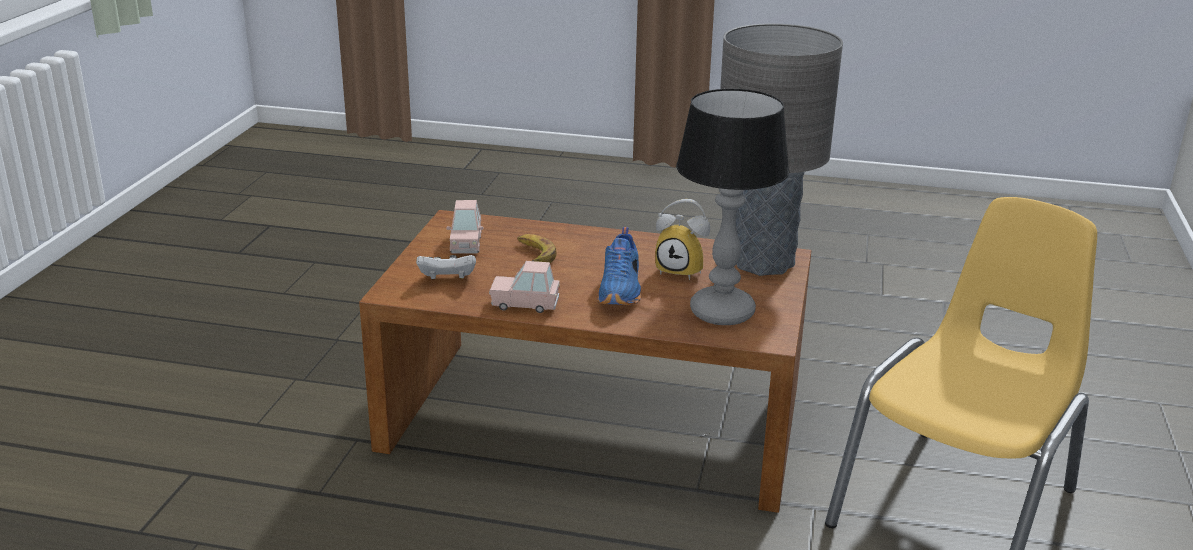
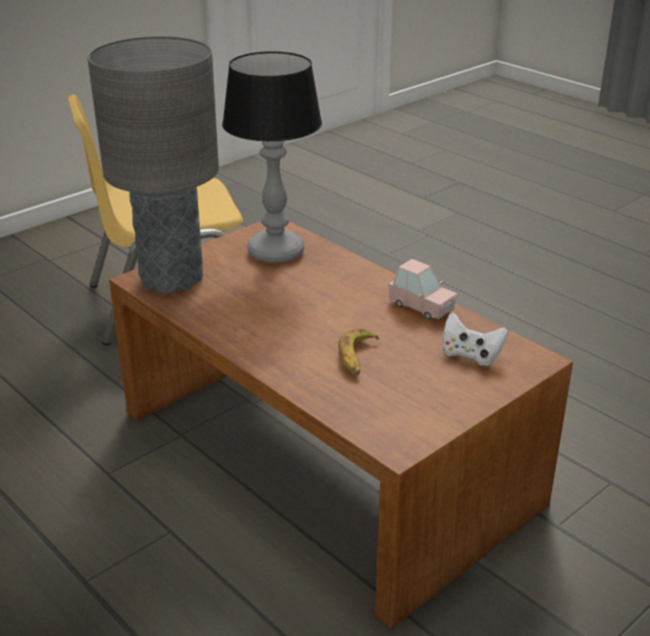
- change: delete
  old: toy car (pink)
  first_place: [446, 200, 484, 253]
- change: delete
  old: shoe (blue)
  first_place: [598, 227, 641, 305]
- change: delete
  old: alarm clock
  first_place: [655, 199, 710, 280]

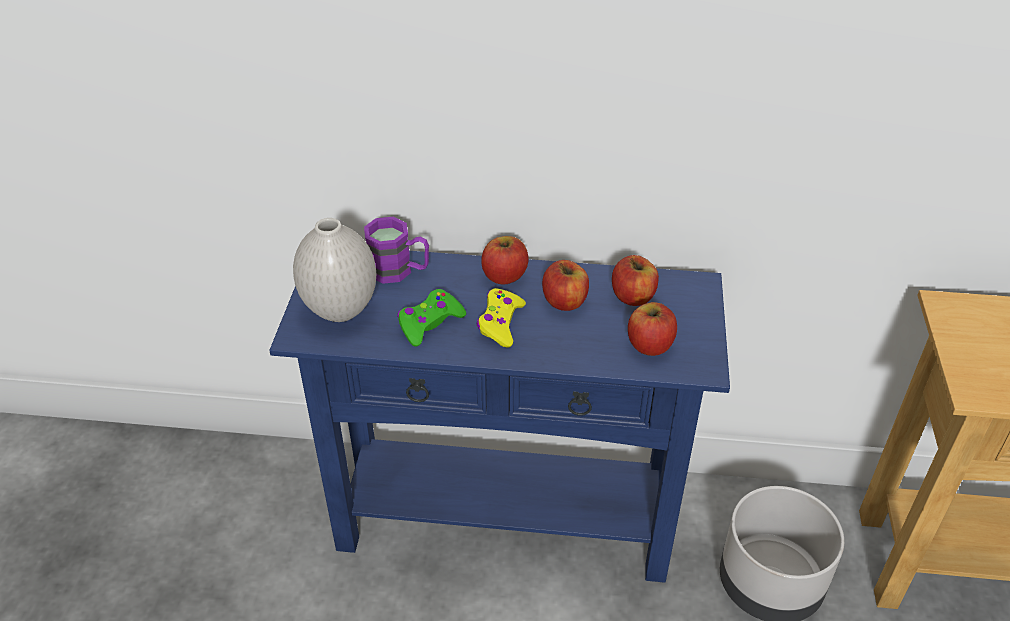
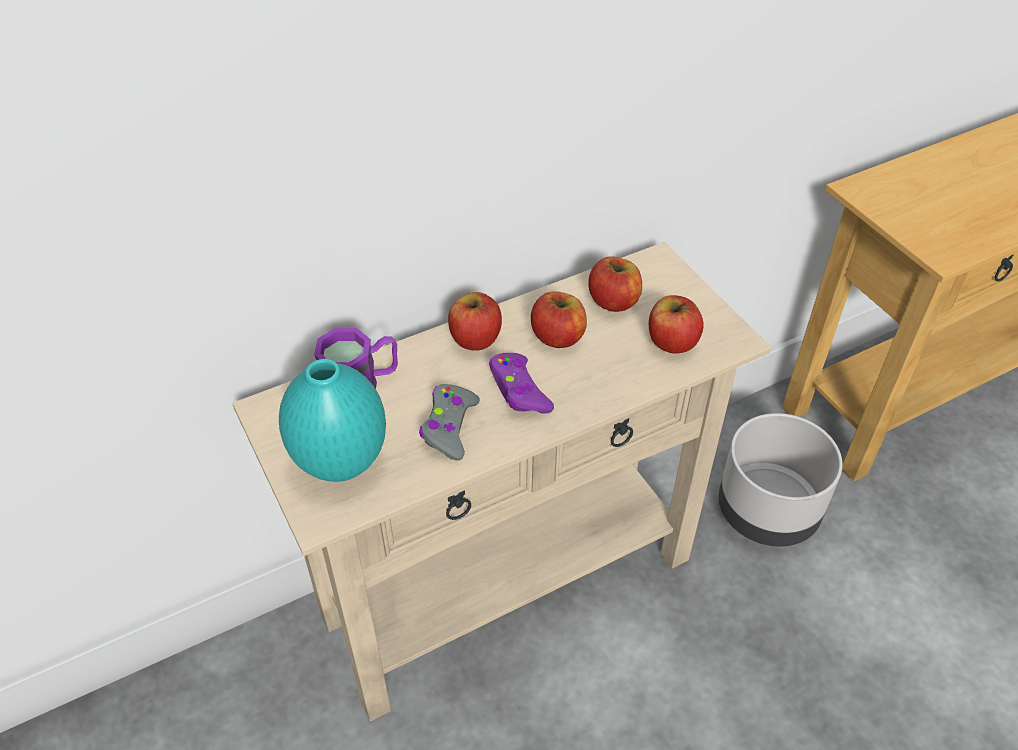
- change: recolor
  old: console table (blue)
  new: console table (beige)
  first_place: [269, 251, 730, 583]
  second_place: [232, 242, 771, 721]
- change: recolor
  old: vase (white)
  new: vase (turquoise)
  first_place: [293, 218, 377, 322]
  second_place: [279, 359, 386, 482]
- change: recolor
  old: game controller (green)
  new: game controller (grey)
  first_place: [397, 289, 466, 347]
  second_place: [419, 384, 480, 460]
- change: recolor
  old: game controller (yellow)
  new: game controller (purple)
  first_place: [477, 288, 526, 348]
  second_place: [489, 353, 554, 414]

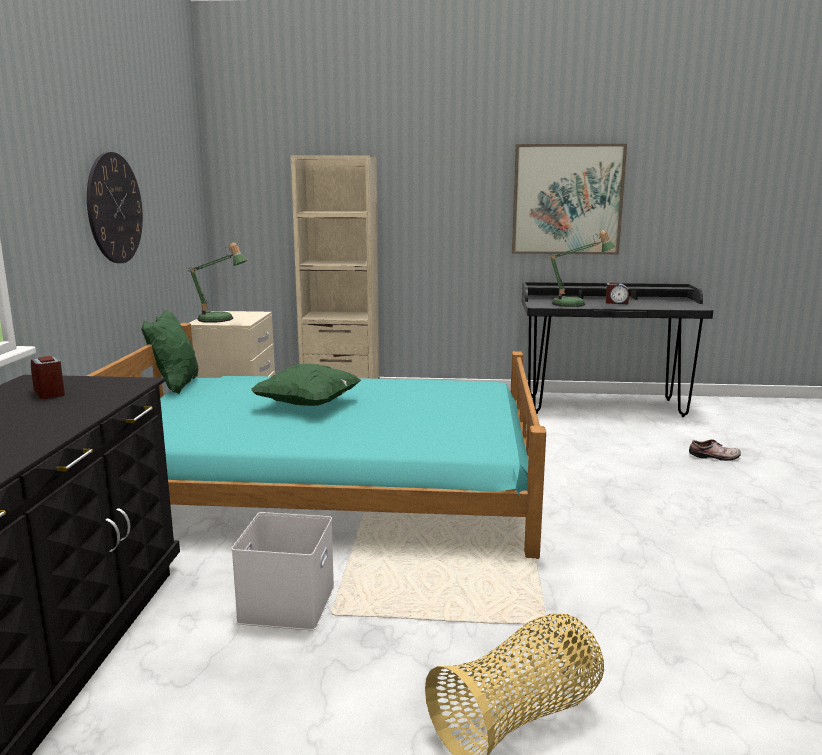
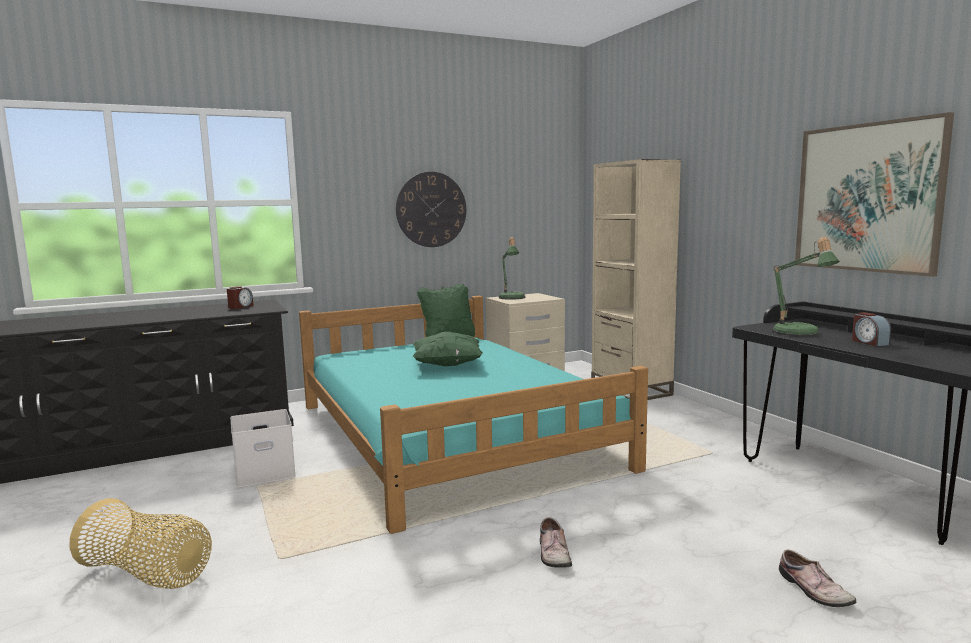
- change: insert
  new: shoe
  second_place: [540, 517, 572, 568]

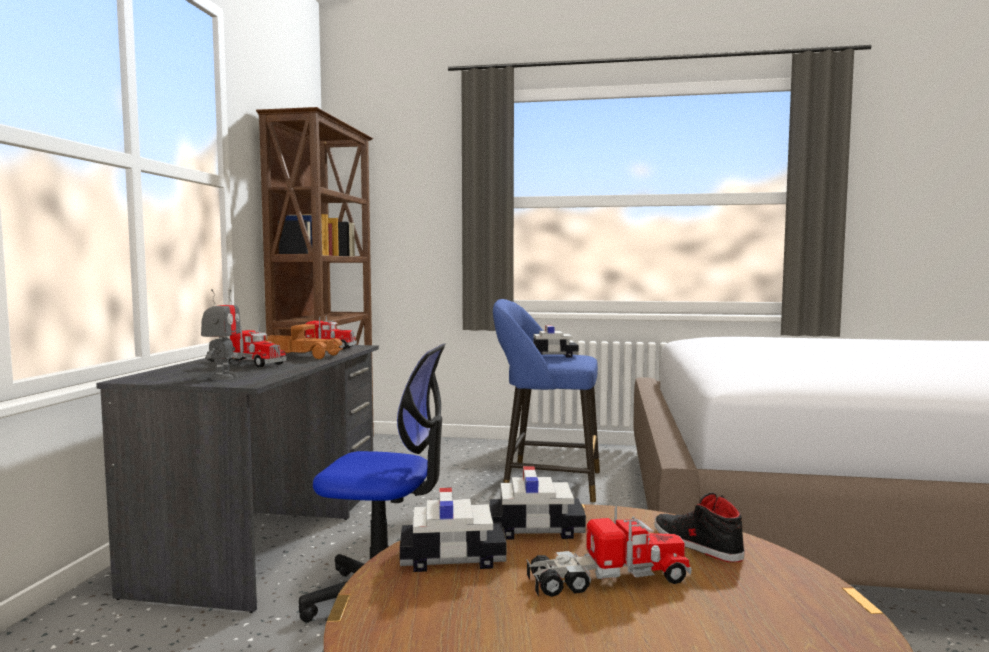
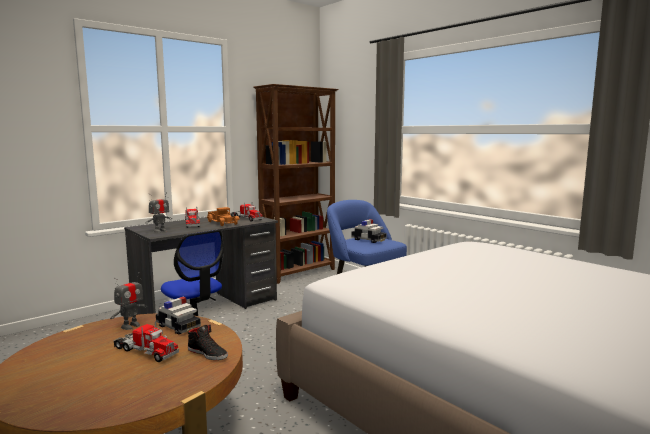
- change: replace
  old: toy car
  new: toy robot
  first_place: [400, 487, 507, 572]
  second_place: [110, 274, 147, 330]
- change: rotate
  old: shoe (black)
  first_place: [654, 492, 745, 562]
  second_place: [188, 325, 228, 360]
  degrees: 120

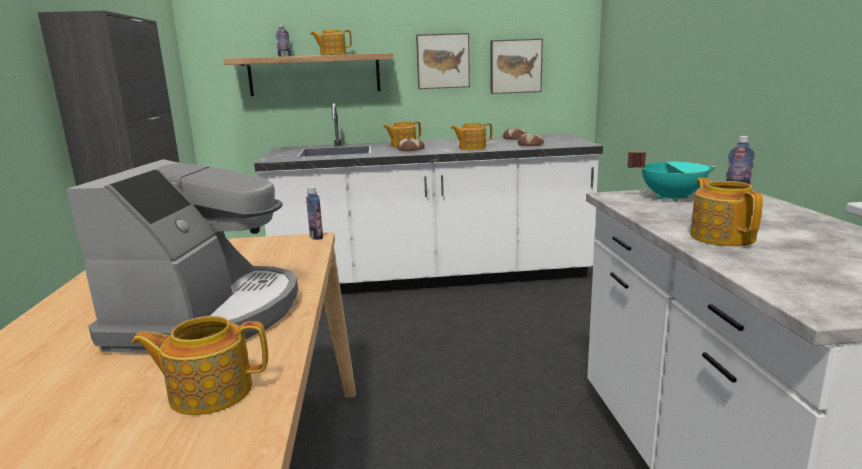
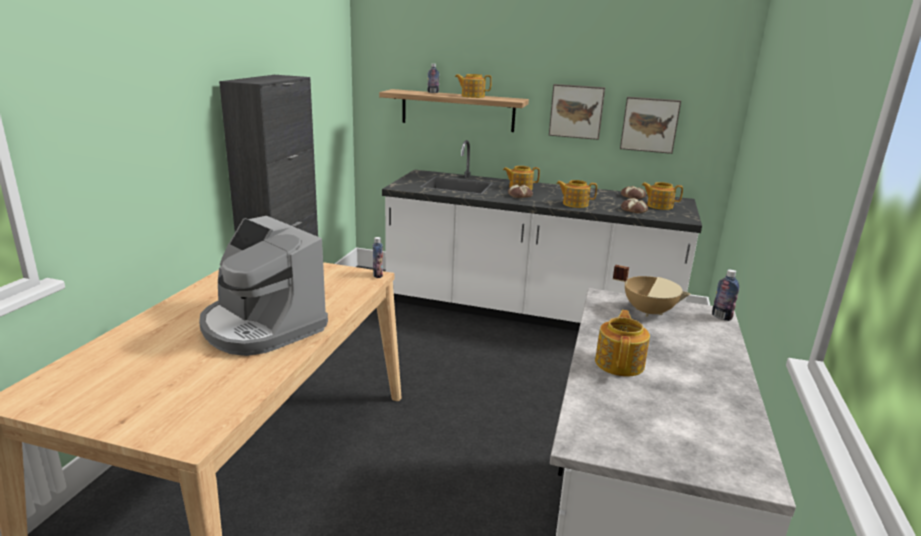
- change: rotate
  old: coffee machine
  first_place: [66, 159, 298, 353]
  second_place: [199, 216, 328, 356]
  degrees: 105
- change: move
  old: teapot
  first_place: [131, 316, 268, 415]
  second_place: [642, 182, 683, 210]
- change: recolor
  old: cooking pot (turquoise)
  new: cooking pot (beige)
  first_place: [627, 152, 717, 202]
  second_place: [613, 265, 690, 317]

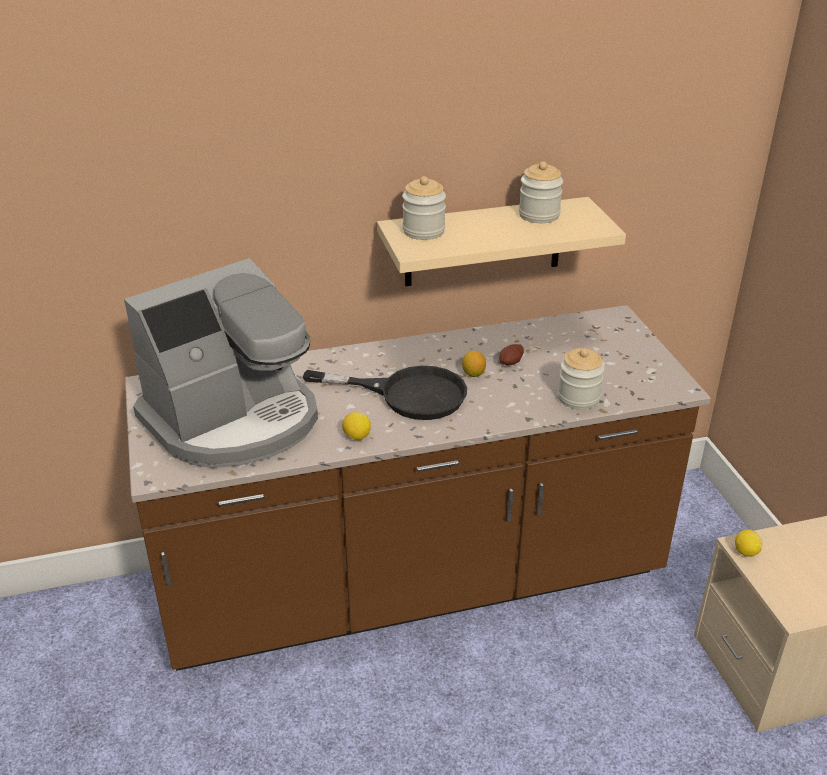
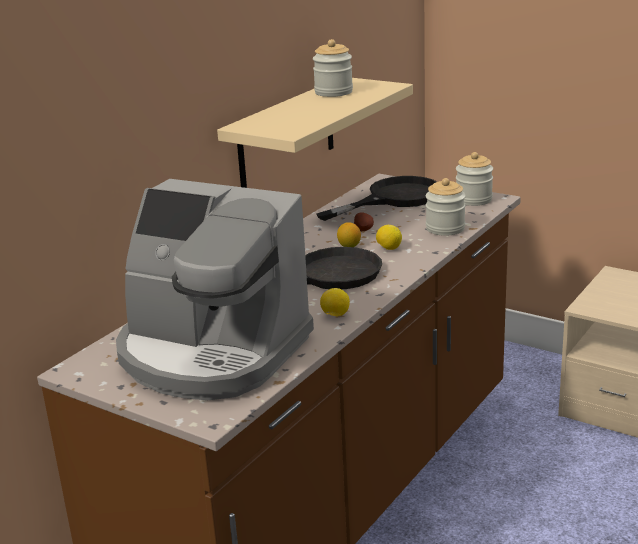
- change: rotate
  old: coffee machine
  first_place: [124, 258, 318, 468]
  second_place: [116, 179, 314, 400]
  degrees: 105
- change: move
  old: jar
  first_place: [402, 176, 446, 240]
  second_place: [456, 152, 493, 206]
- change: move
  old: lemon
  first_place: [735, 529, 762, 557]
  second_place: [376, 225, 402, 250]
- change: insert
  new: frying pan (black)
  second_place: [316, 176, 437, 221]

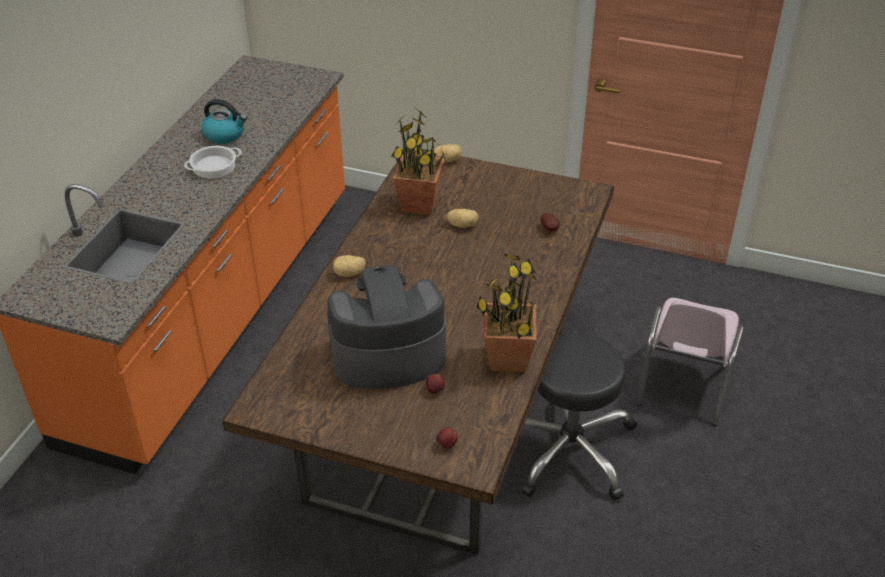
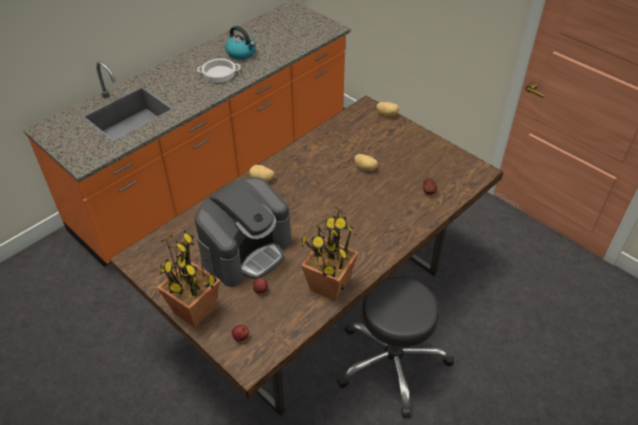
- change: rotate
  old: coffee machine
  first_place: [327, 265, 446, 389]
  second_place: [195, 177, 291, 287]
  degrees: 120
- change: move
  old: potted plant
  first_place: [391, 110, 446, 215]
  second_place: [157, 231, 220, 327]
- change: delete
  old: chair (pink)
  first_place: [636, 298, 744, 426]

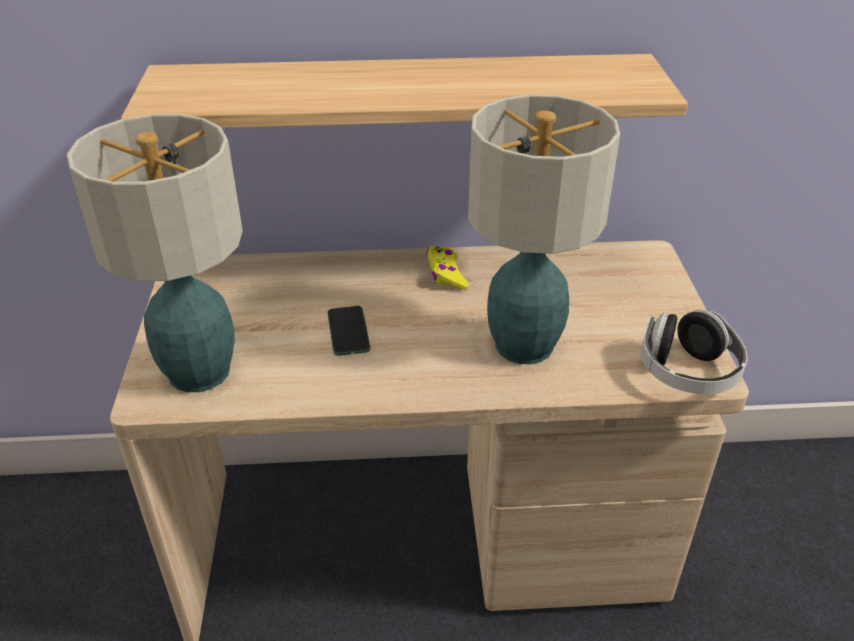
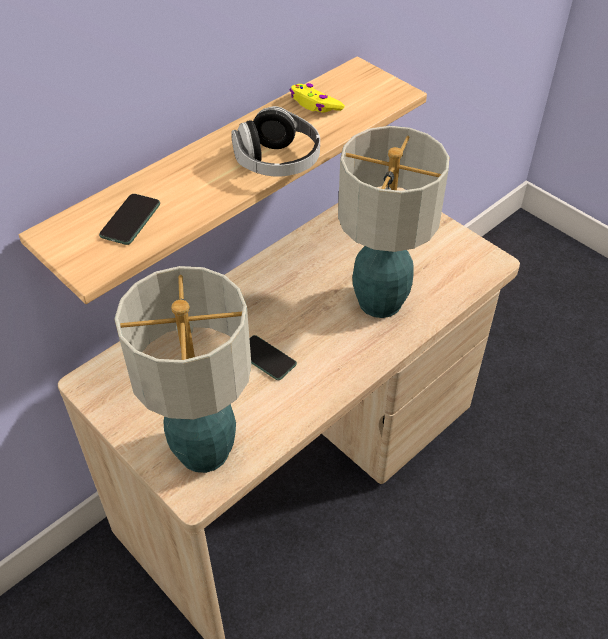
- change: move
  old: game controller (yellow)
  first_place: [427, 246, 468, 290]
  second_place: [290, 83, 345, 113]
- change: move
  old: headphones
  first_place: [640, 310, 748, 394]
  second_place: [231, 106, 320, 177]
- change: insert
  new: phone
  second_place: [99, 194, 160, 245]

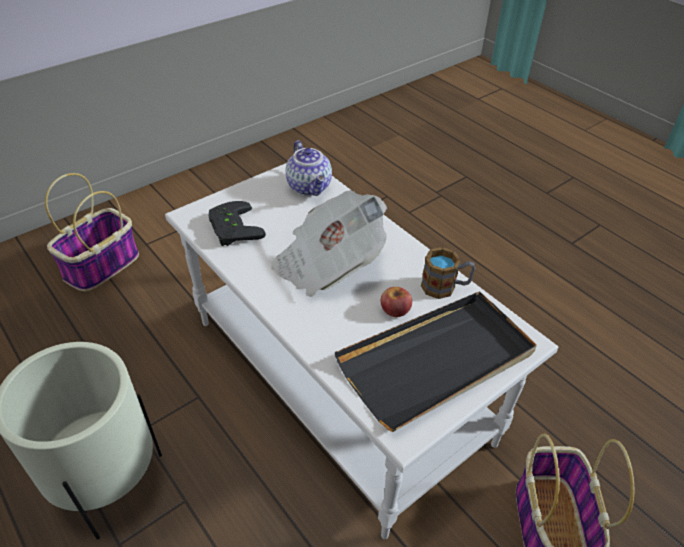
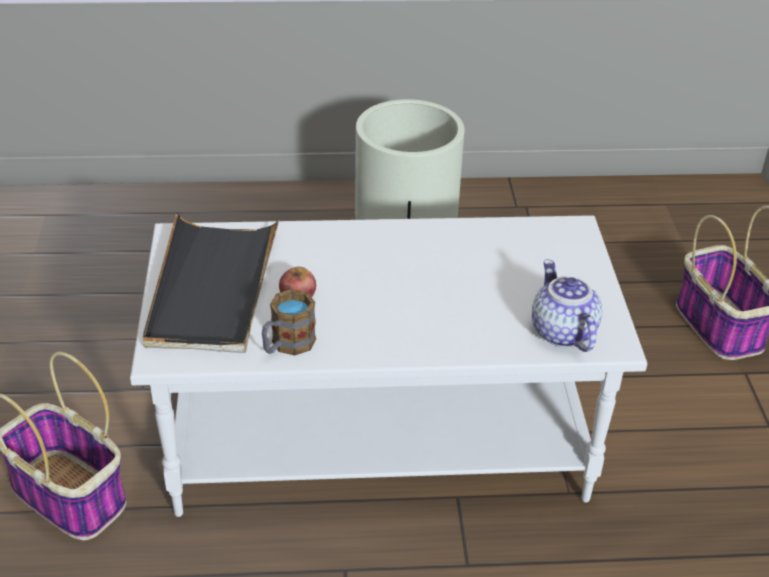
- change: delete
  old: game controller (black)
  first_place: [209, 201, 266, 246]
- change: delete
  old: newspaper
  first_place: [271, 190, 387, 297]
- change: rotate
  old: teapot
  first_place: [286, 140, 332, 196]
  second_place: [532, 259, 602, 352]
  degrees: 60

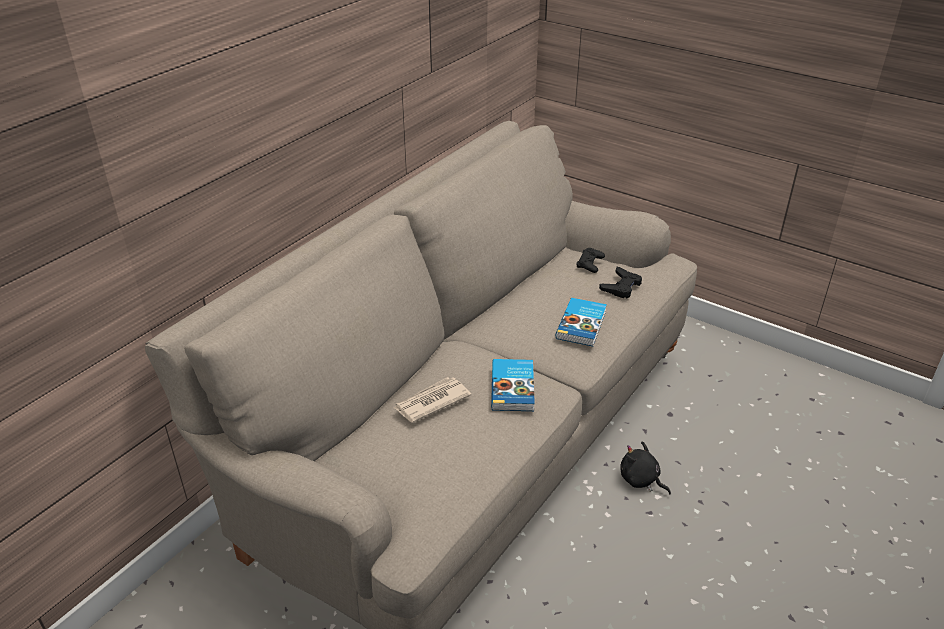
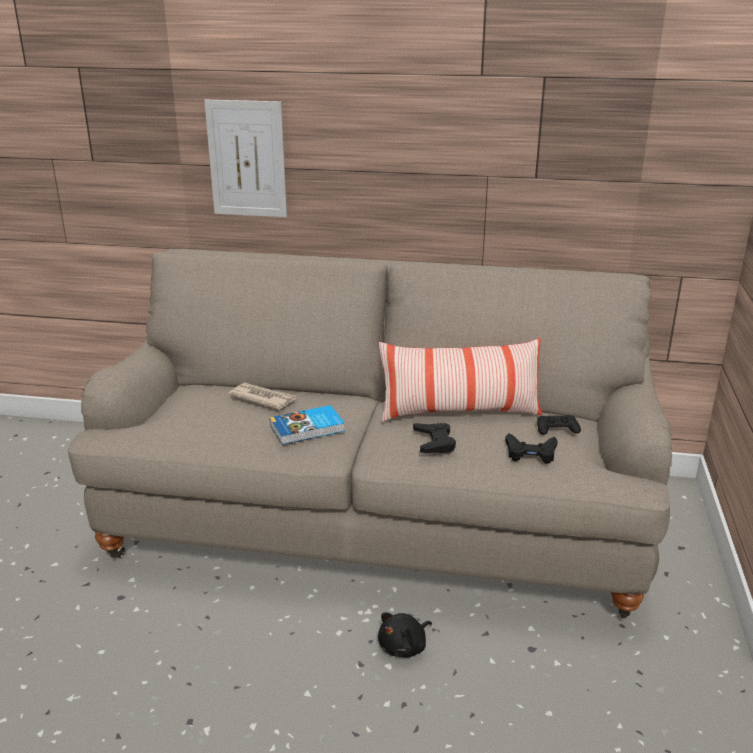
- change: replace
  old: book
  new: game controller (black)
  first_place: [556, 298, 607, 346]
  second_place: [413, 423, 456, 453]
- change: rotate
  old: plush toy (black)
  first_place: [620, 441, 671, 495]
  second_place: [378, 612, 432, 657]
  degrees: -150
- change: insert
  new: picture
  second_place: [204, 100, 287, 217]
- change: insert
  new: pillow
  second_place: [379, 338, 542, 422]

